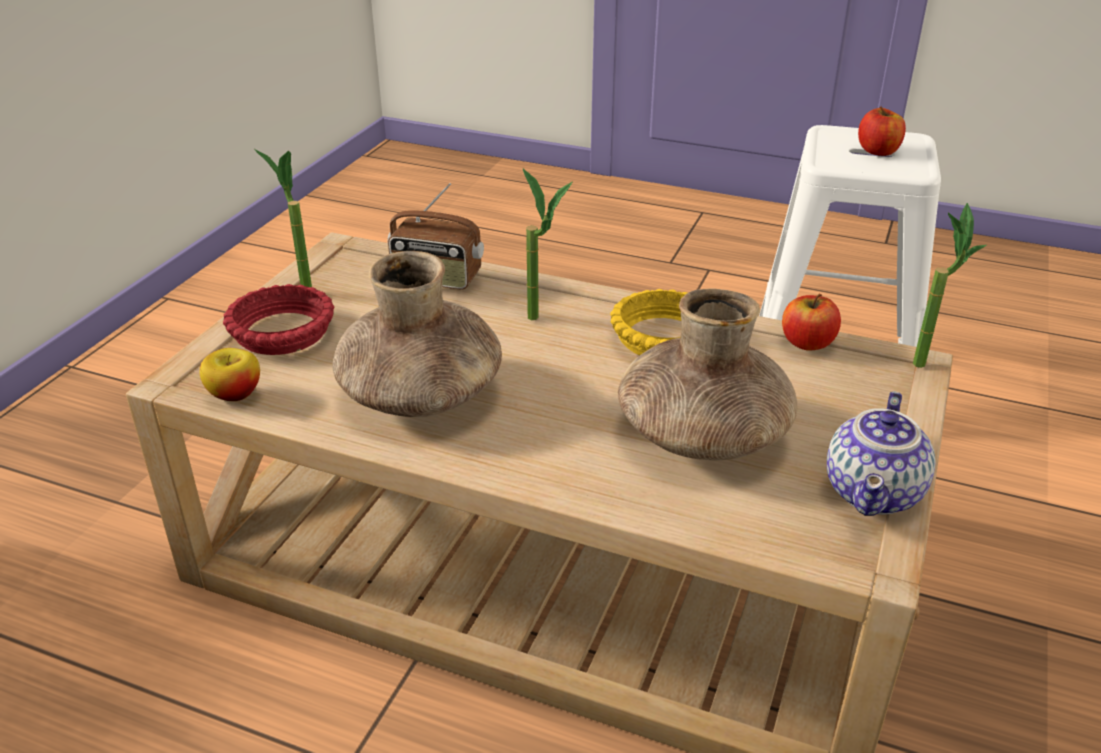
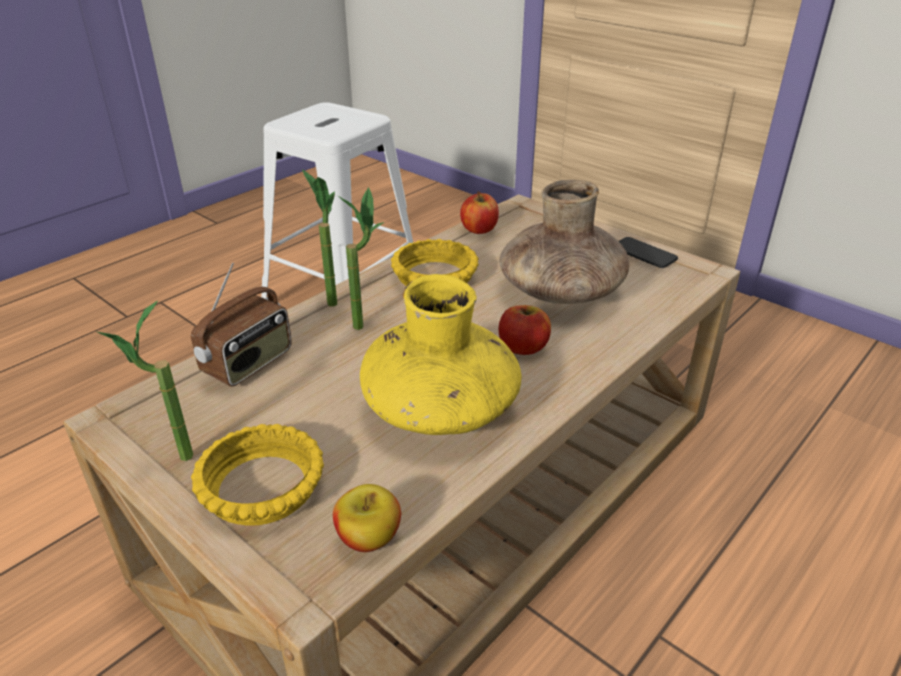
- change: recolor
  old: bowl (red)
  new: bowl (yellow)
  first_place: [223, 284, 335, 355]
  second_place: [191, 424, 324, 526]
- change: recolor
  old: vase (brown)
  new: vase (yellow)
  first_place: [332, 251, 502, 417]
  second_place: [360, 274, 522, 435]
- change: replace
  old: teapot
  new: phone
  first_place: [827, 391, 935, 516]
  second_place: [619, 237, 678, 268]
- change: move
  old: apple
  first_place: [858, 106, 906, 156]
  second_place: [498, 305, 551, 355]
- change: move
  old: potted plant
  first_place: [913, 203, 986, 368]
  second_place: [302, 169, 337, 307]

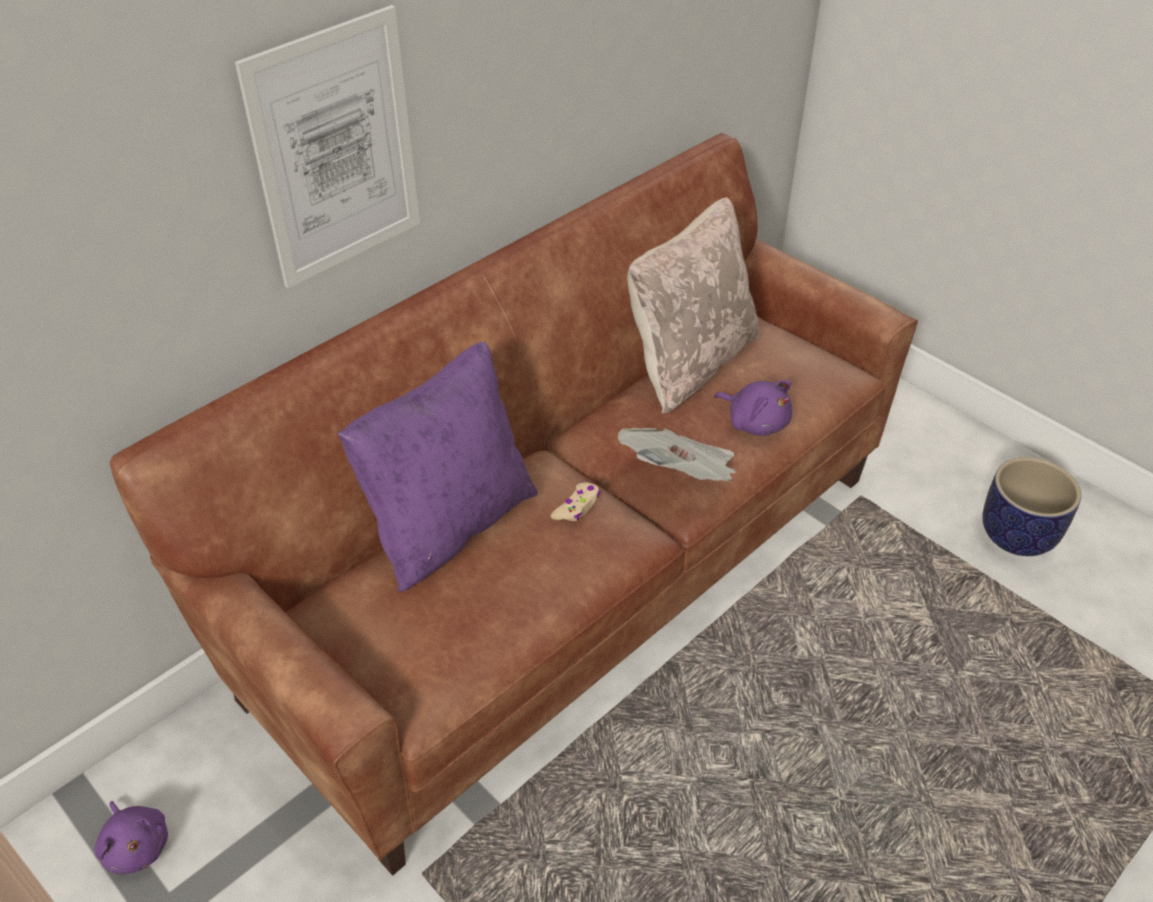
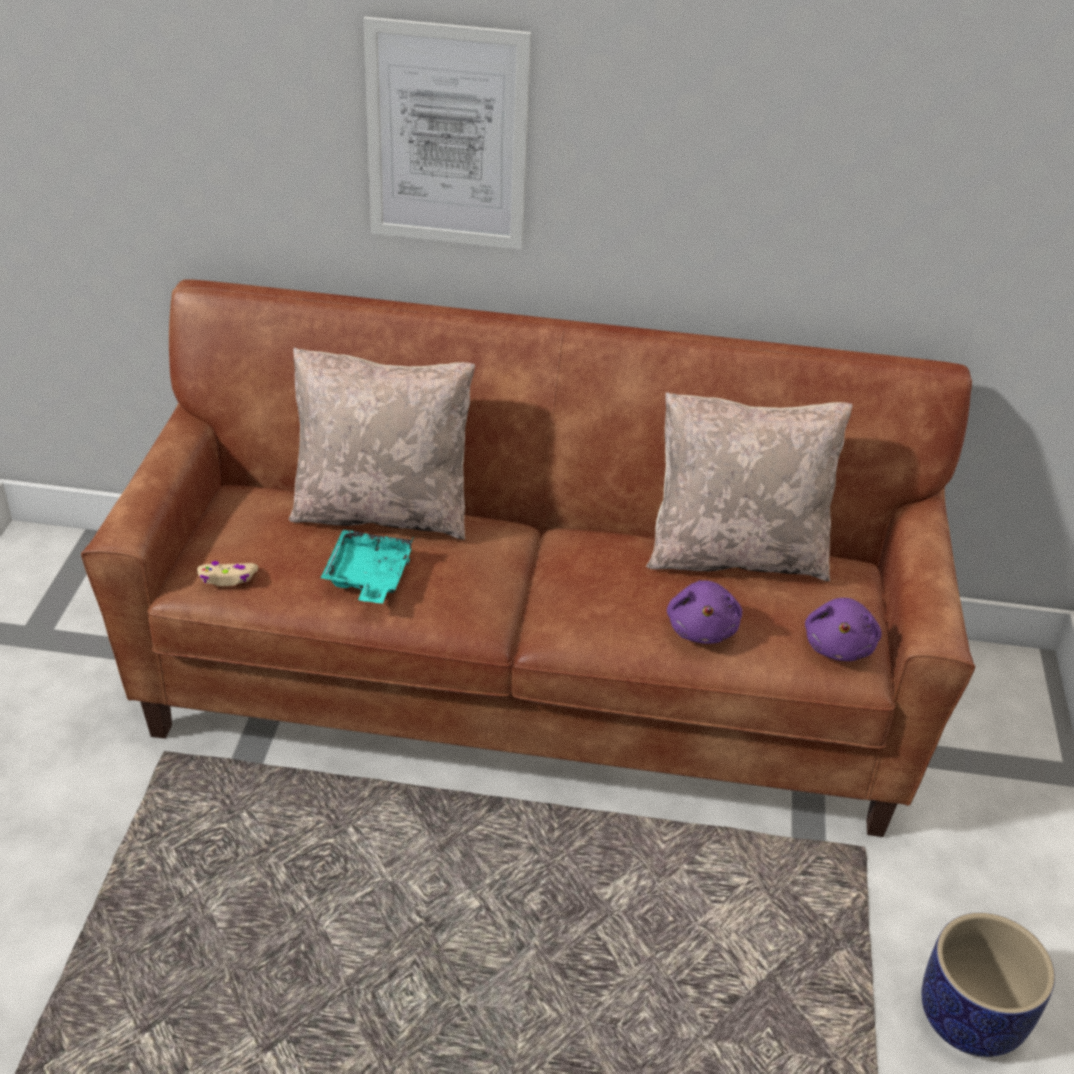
- change: move
  old: plush toy (purple)
  first_place: [95, 801, 168, 875]
  second_place: [805, 598, 881, 661]
- change: recolor
  old: pillow (purple)
  new: pillow (beige)
  first_place: [337, 341, 538, 591]
  second_place: [289, 348, 475, 540]
- change: move
  old: game controller (beige)
  first_place: [551, 482, 600, 521]
  second_place: [197, 561, 258, 586]
- change: delete
  old: newspaper
  first_place: [618, 428, 736, 482]
- change: insert
  new: tray (turquoise)
  second_place: [321, 530, 413, 603]

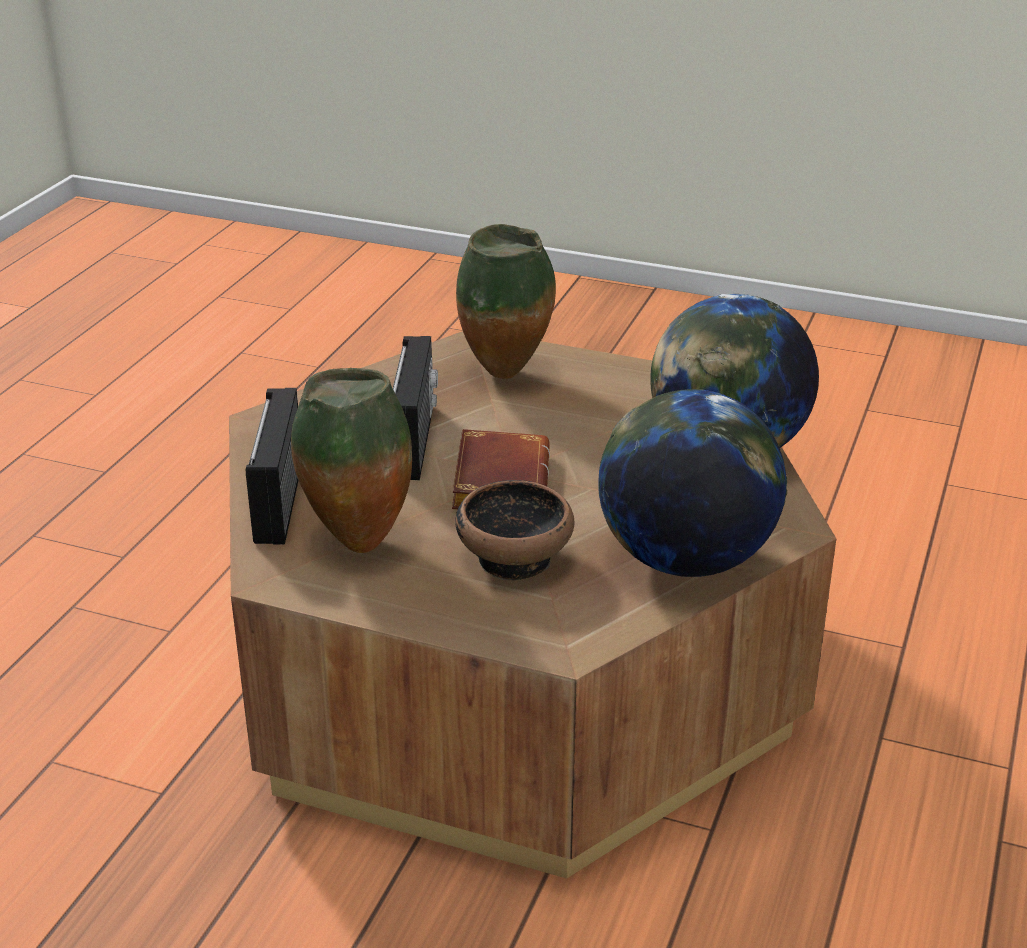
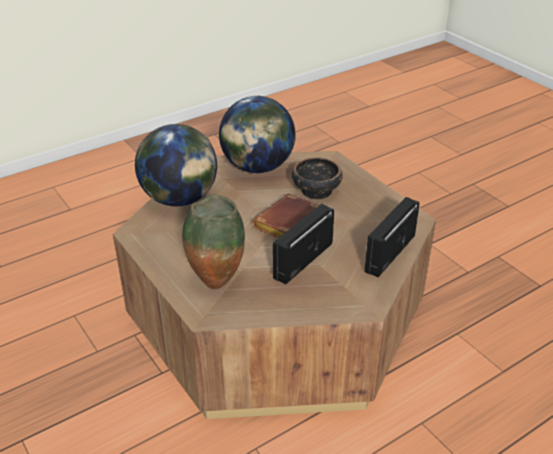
- change: delete
  old: vase
  first_place: [291, 368, 412, 553]

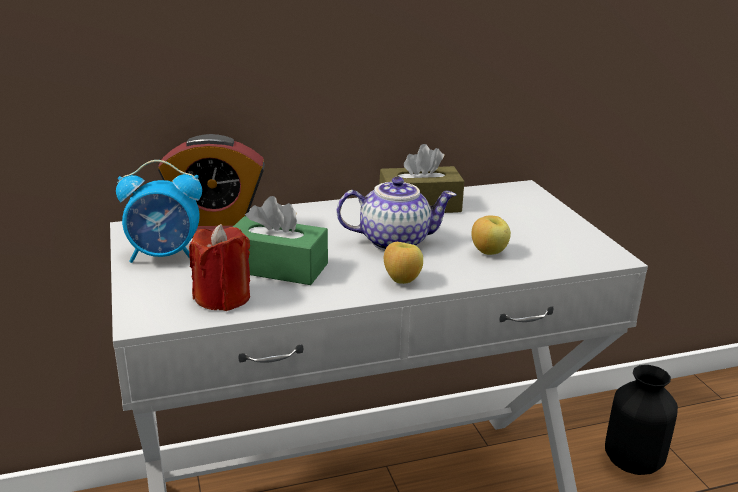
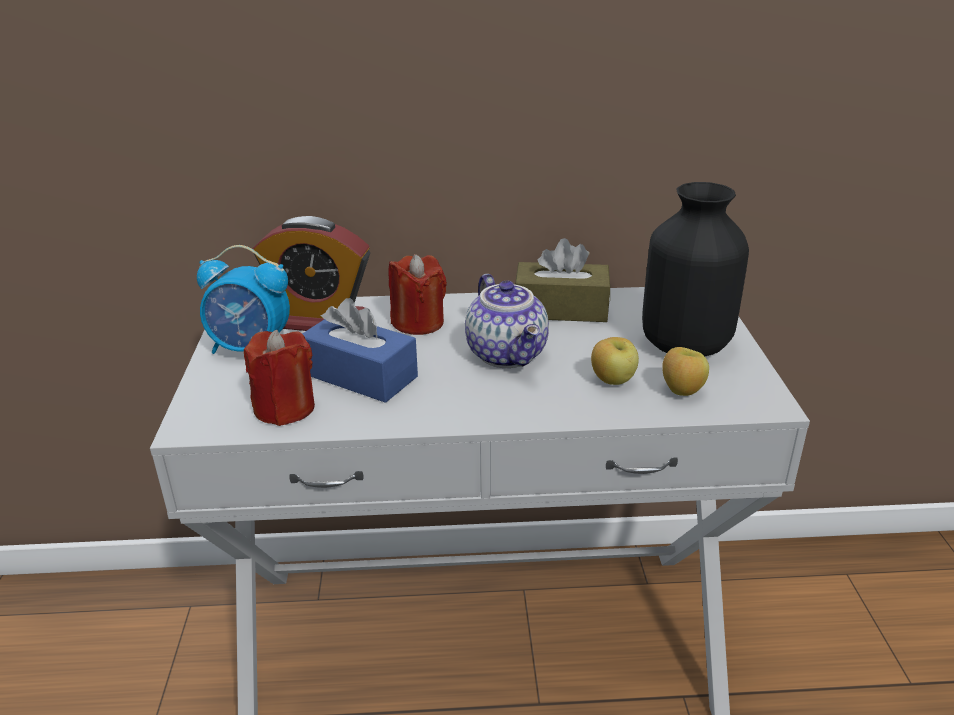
- change: recolor
  old: tissue box (green)
  new: tissue box (blue)
  first_place: [233, 196, 328, 285]
  second_place: [302, 298, 418, 403]
- change: rotate
  old: teapot
  first_place: [336, 177, 456, 251]
  second_place: [465, 274, 549, 368]
  degrees: 60
- change: move
  old: apple
  first_place: [384, 242, 423, 284]
  second_place: [662, 347, 709, 396]
- change: move
  old: vase (black)
  first_place: [605, 365, 678, 475]
  second_place: [642, 182, 749, 356]
- change: insert
  new: candle (red)
  second_place: [388, 254, 447, 335]

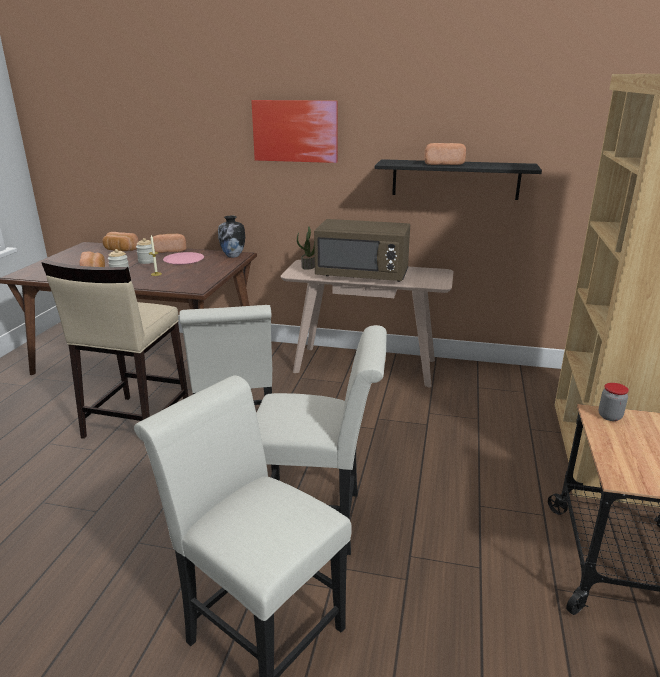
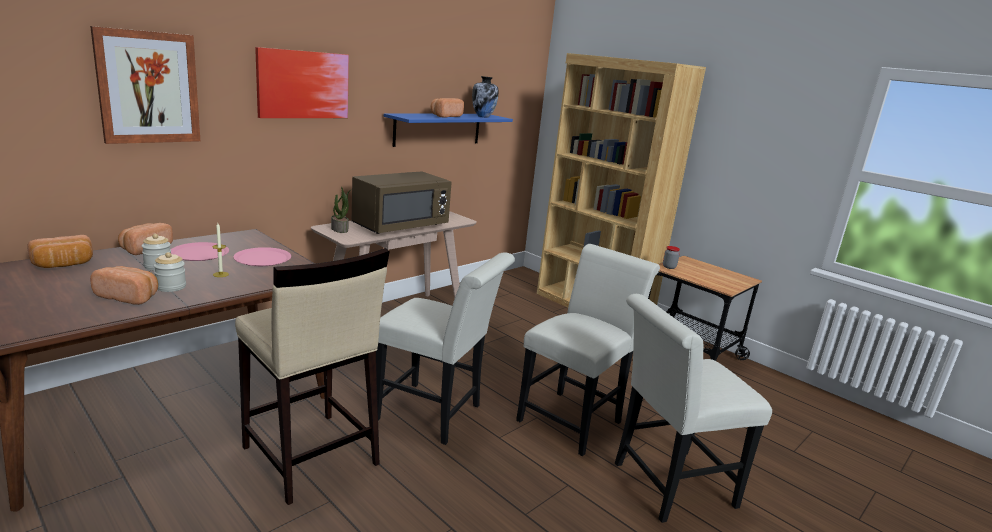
- change: move
  old: vase
  first_place: [218, 216, 245, 258]
  second_place: [472, 76, 499, 117]
- change: recolor
  old: shelf (black)
  new: shelf (blue)
  first_place: [375, 159, 542, 200]
  second_place: [384, 113, 513, 147]
- change: insert
  new: picture
  second_place: [90, 26, 200, 144]
- change: insert
  new: plate (pink)
  second_place: [233, 247, 291, 266]

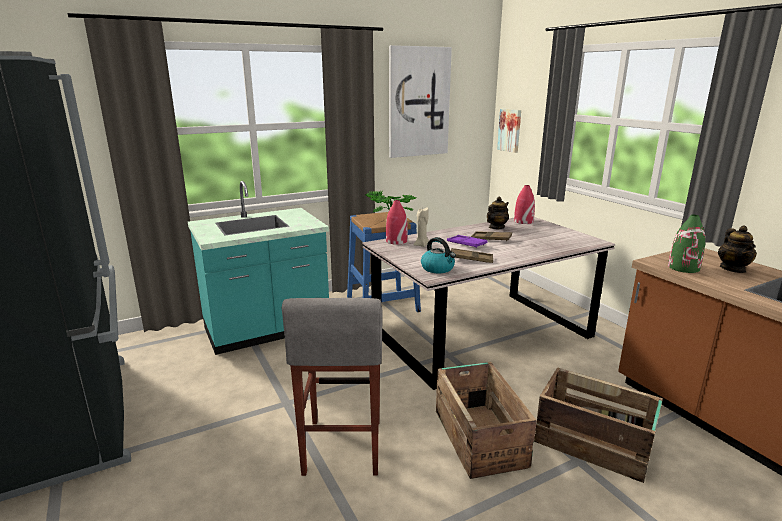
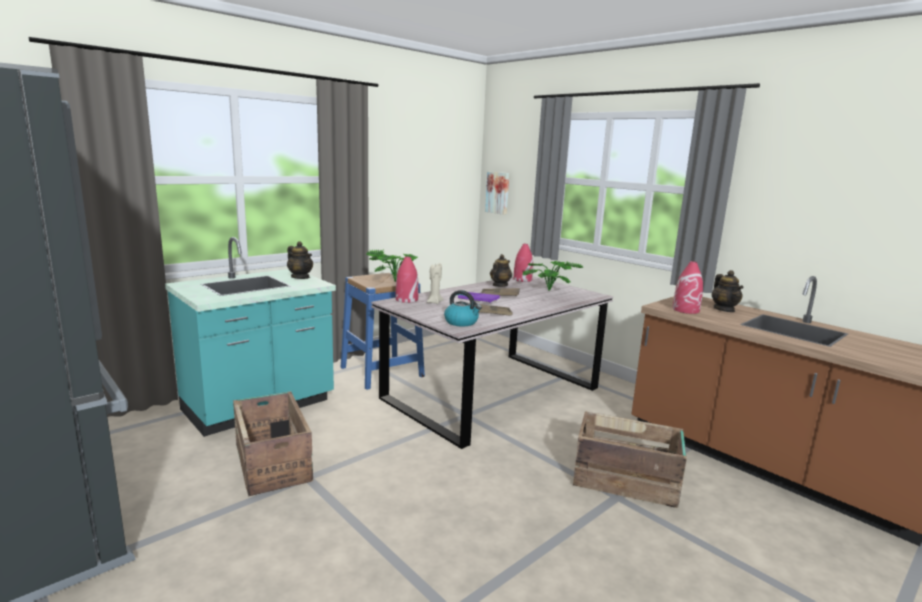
- change: delete
  old: stool (grey)
  first_place: [282, 298, 383, 476]
- change: delete
  old: picture
  first_place: [389, 45, 452, 158]
- change: move
  old: crate
  first_place: [436, 362, 537, 479]
  second_place: [233, 391, 313, 496]
- change: recolor
  old: vase (green)
  new: vase (red)
  first_place: [668, 215, 705, 273]
  second_place: [673, 261, 703, 314]
- change: insert
  new: teapot
  second_place: [287, 241, 313, 279]
- change: insert
  new: potted plant
  second_place: [522, 261, 583, 291]

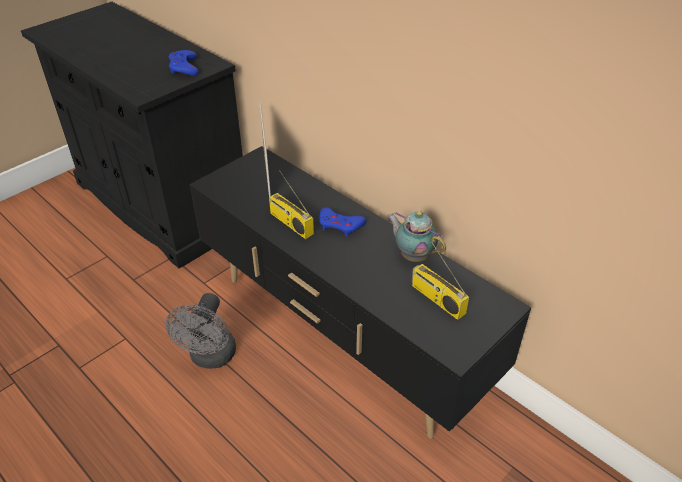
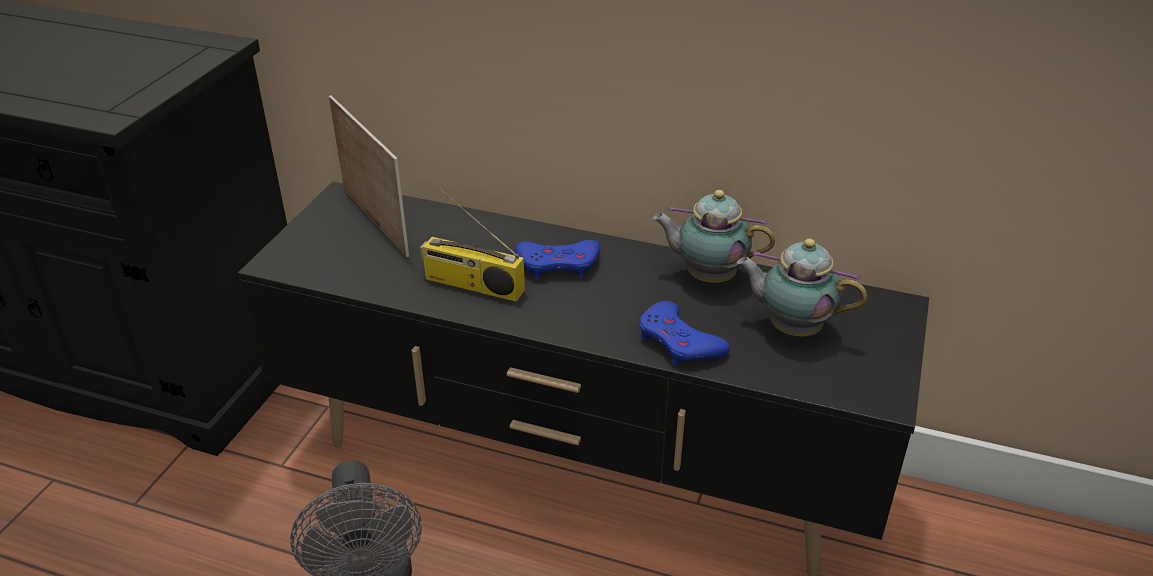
- change: move
  old: game controller (blue)
  first_place: [169, 50, 198, 76]
  second_place: [639, 301, 730, 365]
- change: replace
  old: radio
  new: teapot
  first_place: [412, 242, 469, 320]
  second_place: [737, 239, 867, 337]

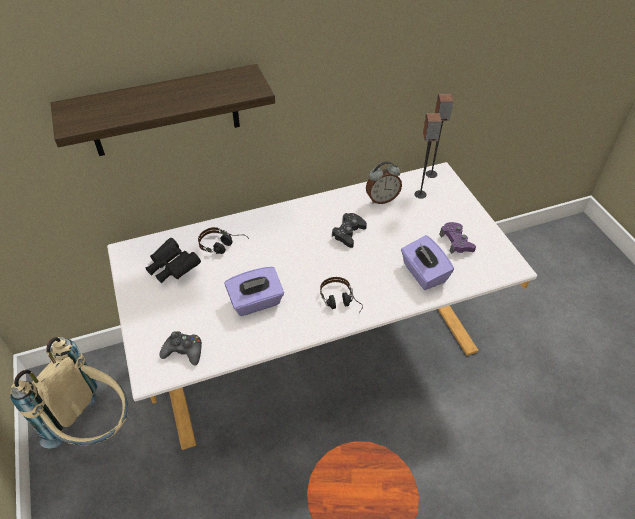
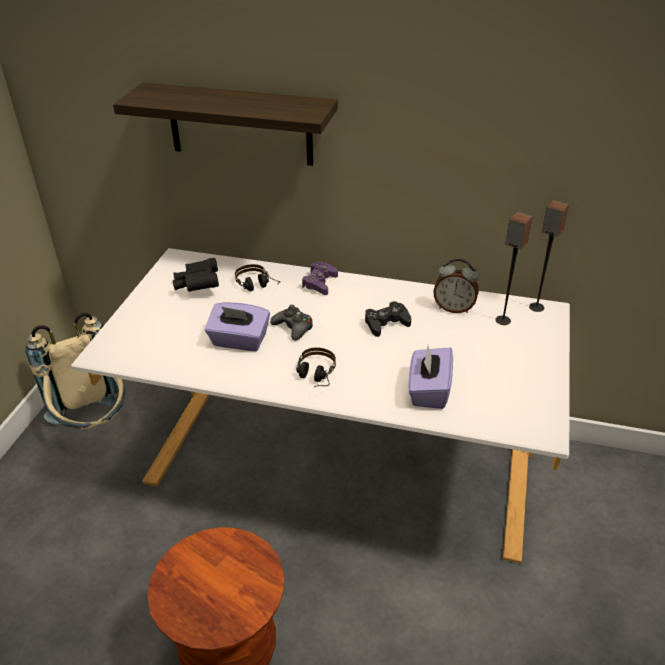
- change: move
  old: game controller (black)
  first_place: [159, 331, 202, 365]
  second_place: [270, 305, 313, 341]
- change: move
  old: game controller (purple)
  first_place: [439, 222, 476, 254]
  second_place: [302, 262, 338, 295]

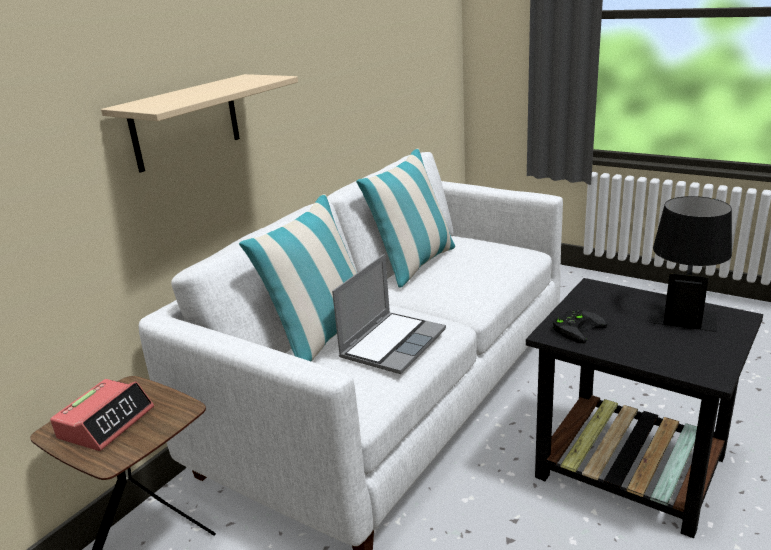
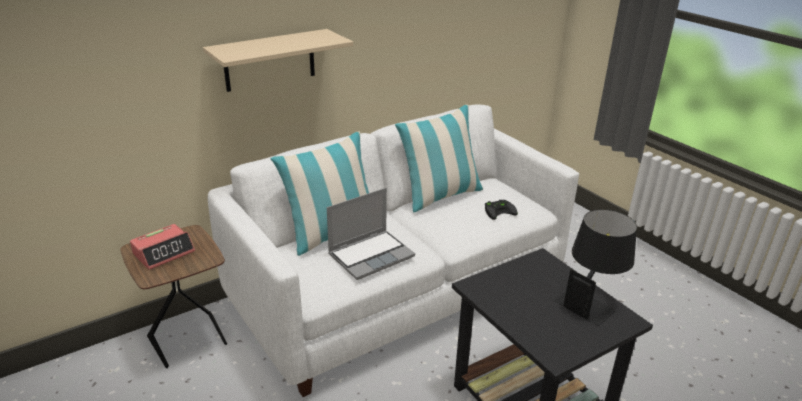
- change: move
  old: game controller (black)
  first_place: [553, 309, 608, 343]
  second_place: [485, 200, 518, 220]

